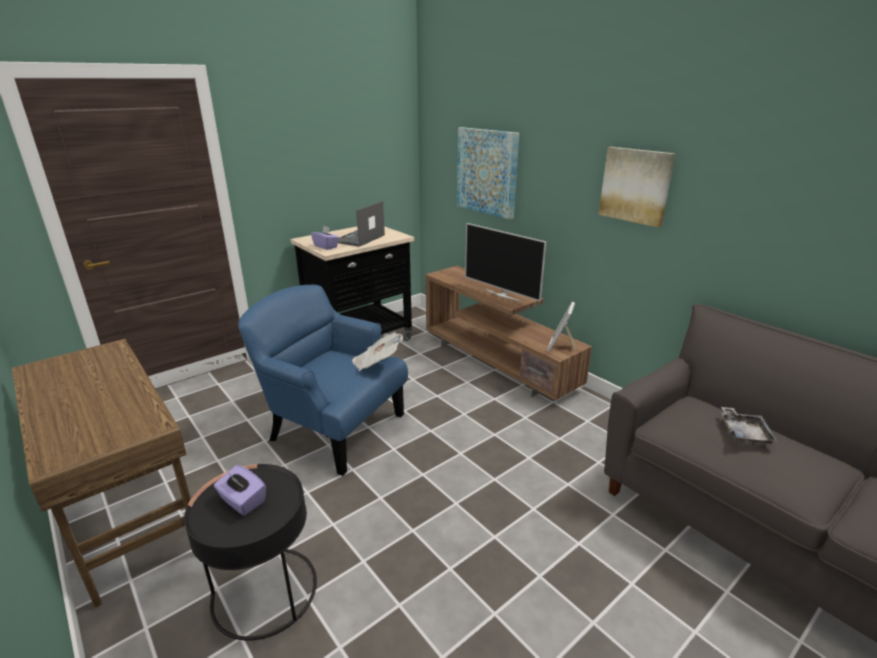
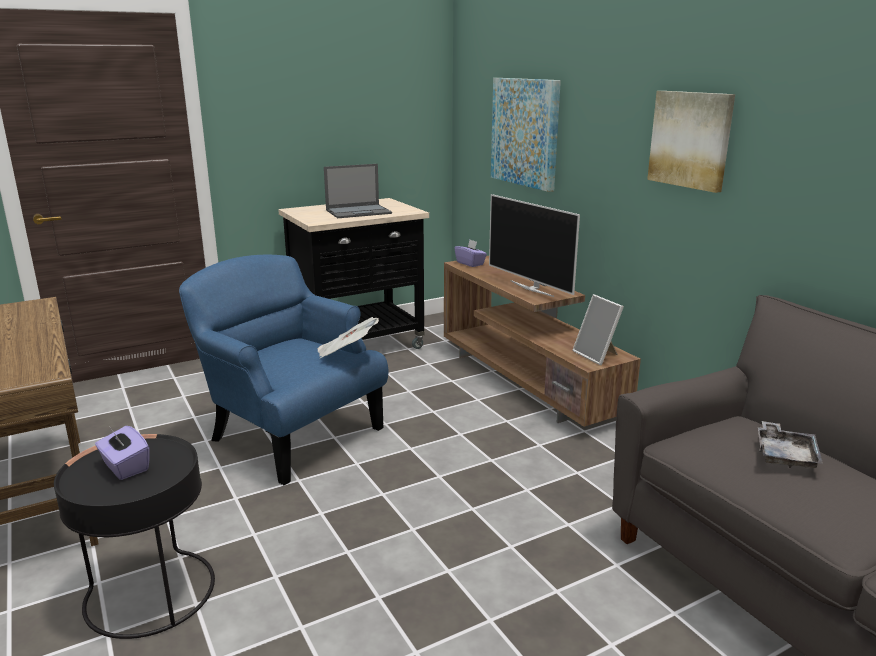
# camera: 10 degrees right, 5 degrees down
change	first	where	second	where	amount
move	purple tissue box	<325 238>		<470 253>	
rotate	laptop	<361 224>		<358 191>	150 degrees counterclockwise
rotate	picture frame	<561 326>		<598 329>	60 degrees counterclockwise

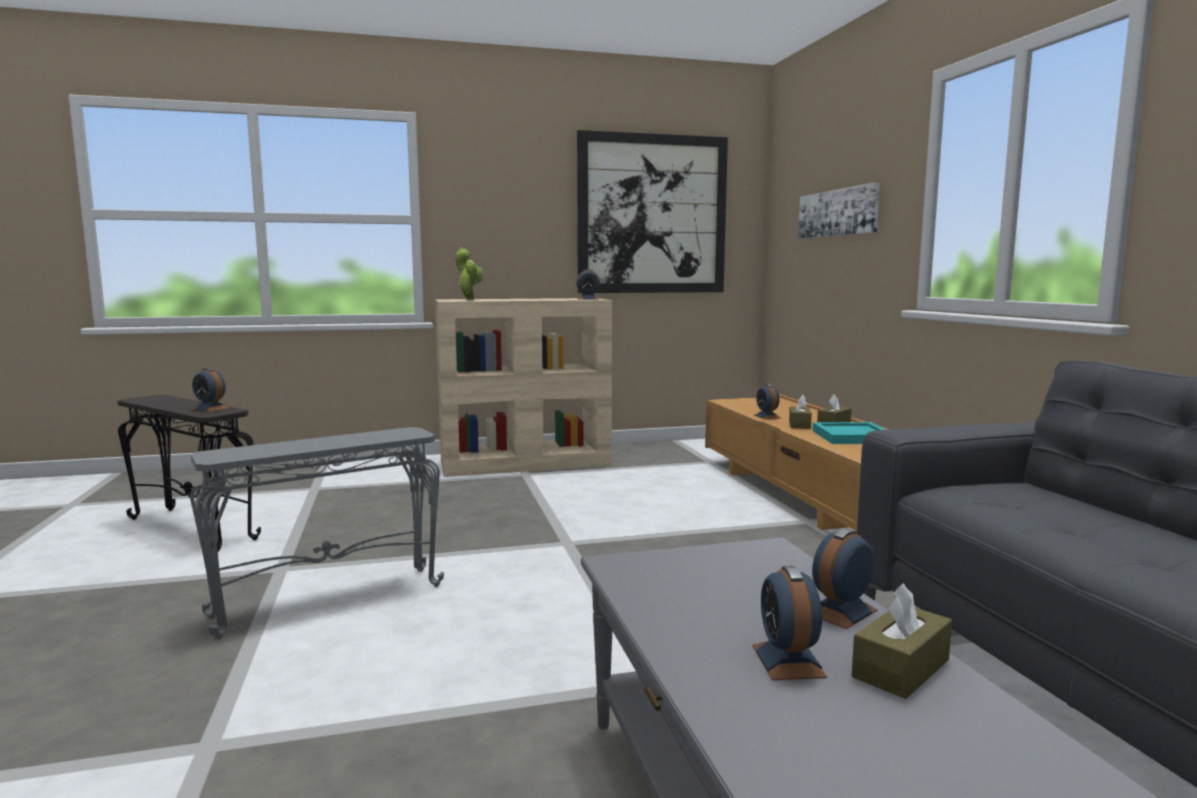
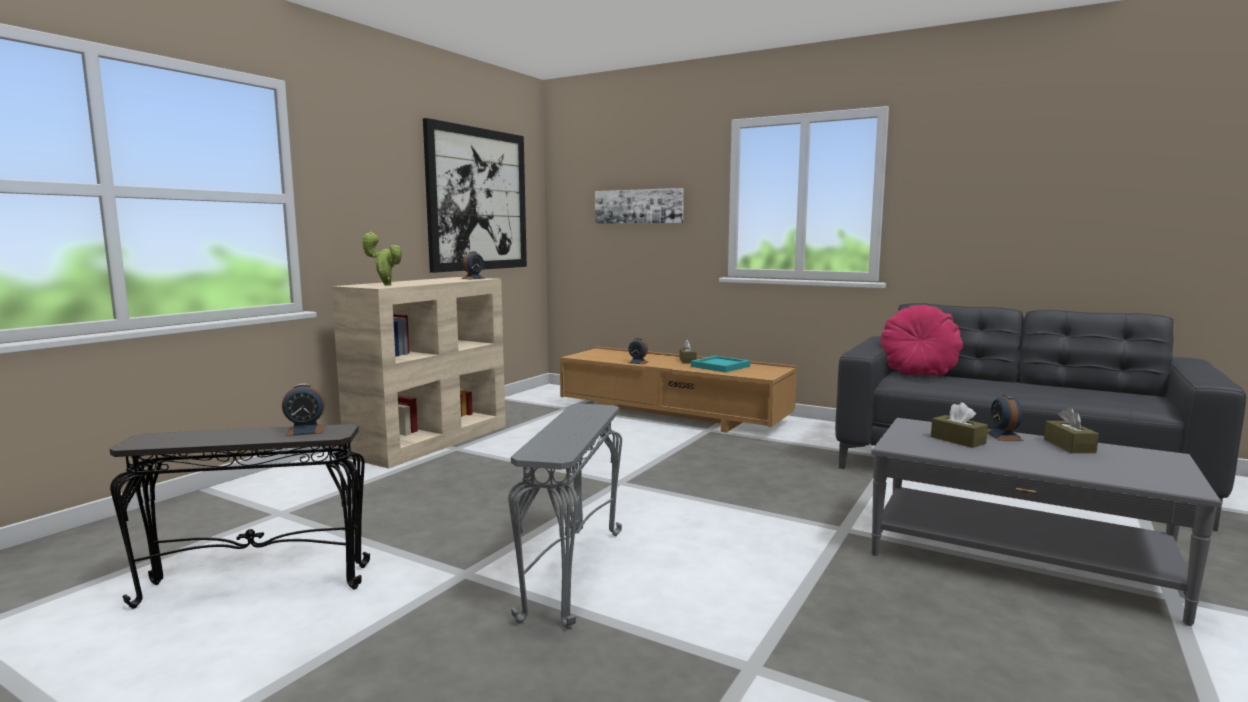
# camera: 45 degrees left, 0 degrees up
change	first	where	second	where	amount
delete	alarm clock	<789 623>			
move	brown tissue box	<800 412>		<959 425>	
insert			pink pillow	<922 340>	

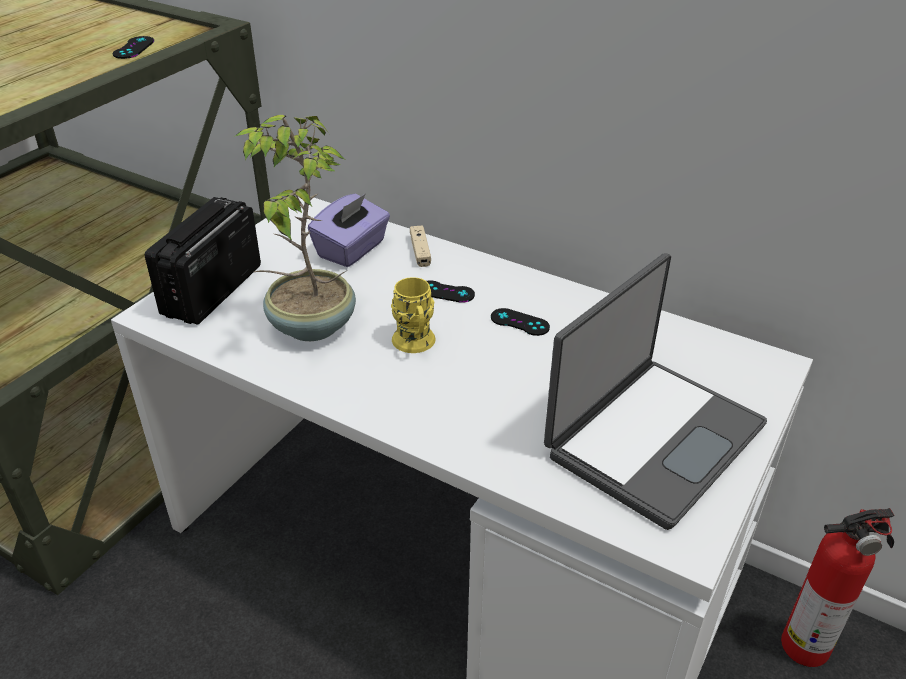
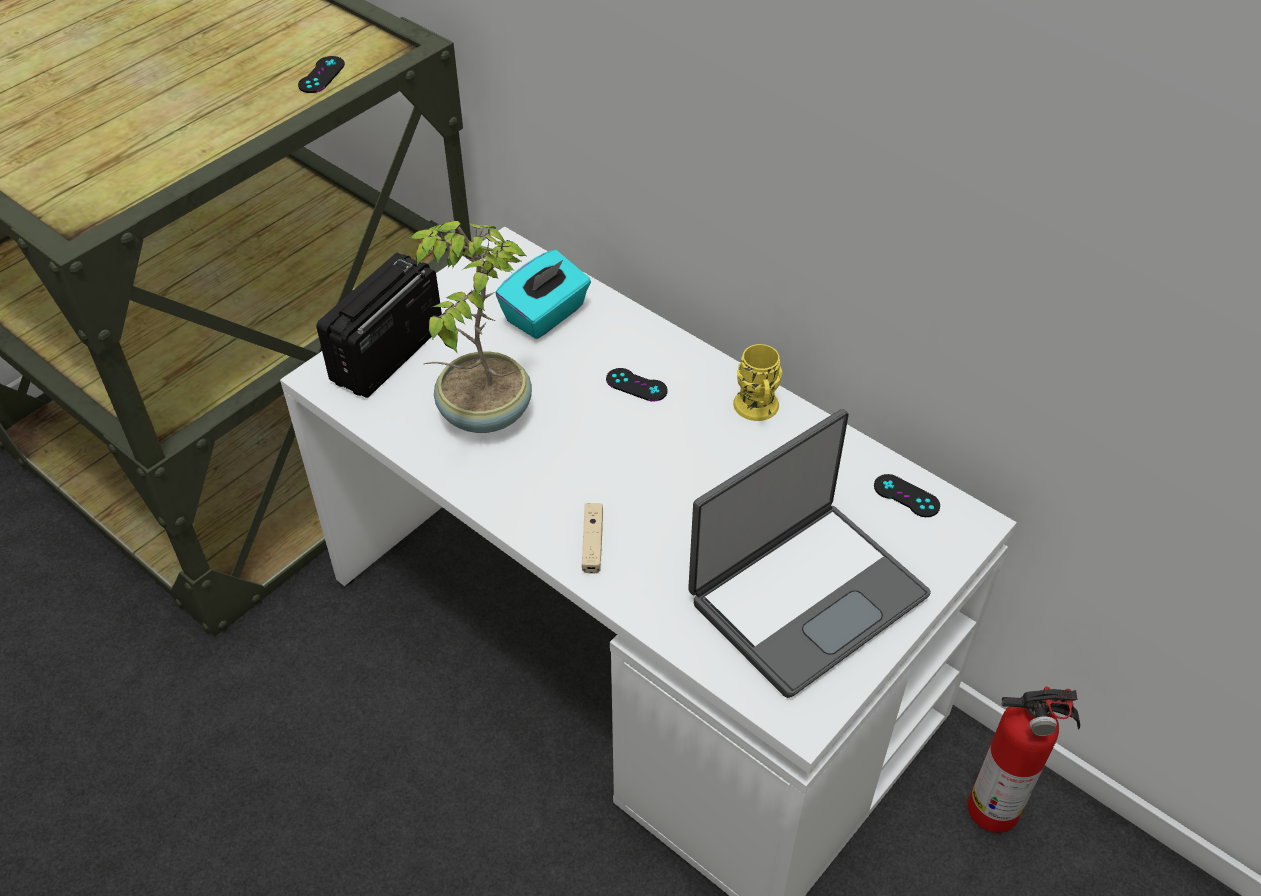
# camera: 10 degrees right, 10 degrees up
change	first	where	second	where	amount
recolor	purple tissue box	<349 230>	turquoise tissue box	<543 294>	
move	yellow mug	<413 315>		<757 382>	
move	beige game controller	<420 246>		<592 538>	
move	black game controller	<520 322>		<907 495>	

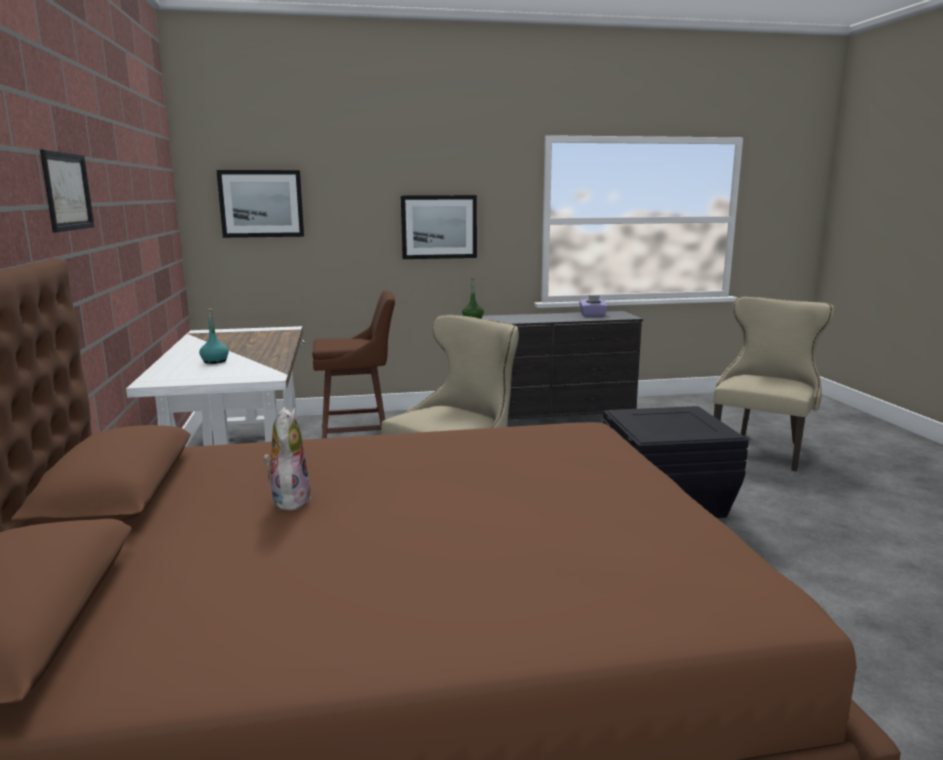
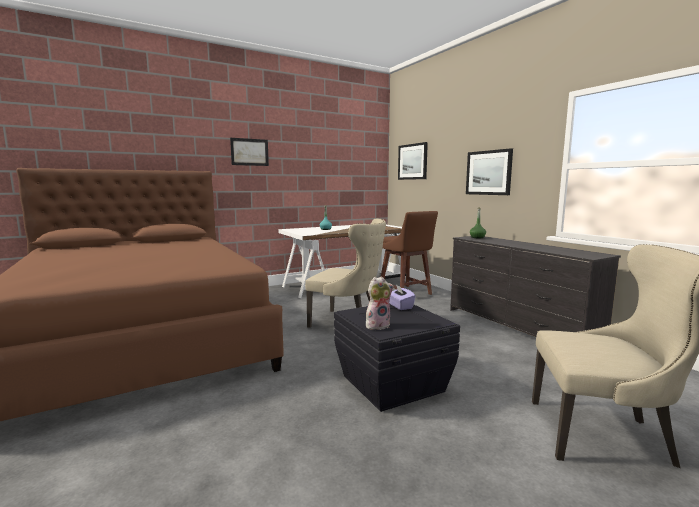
# camera: 70 degrees right, 5 degrees down
change	first	where	second	where	amount
move	plush toy	<287 459>		<380 303>	
move	purple tissue box	<593 305>		<402 297>	

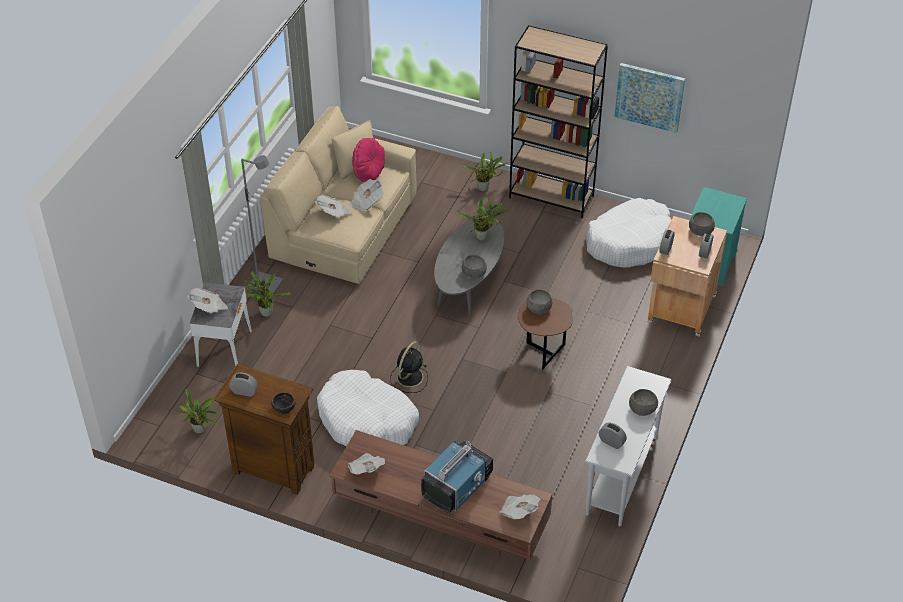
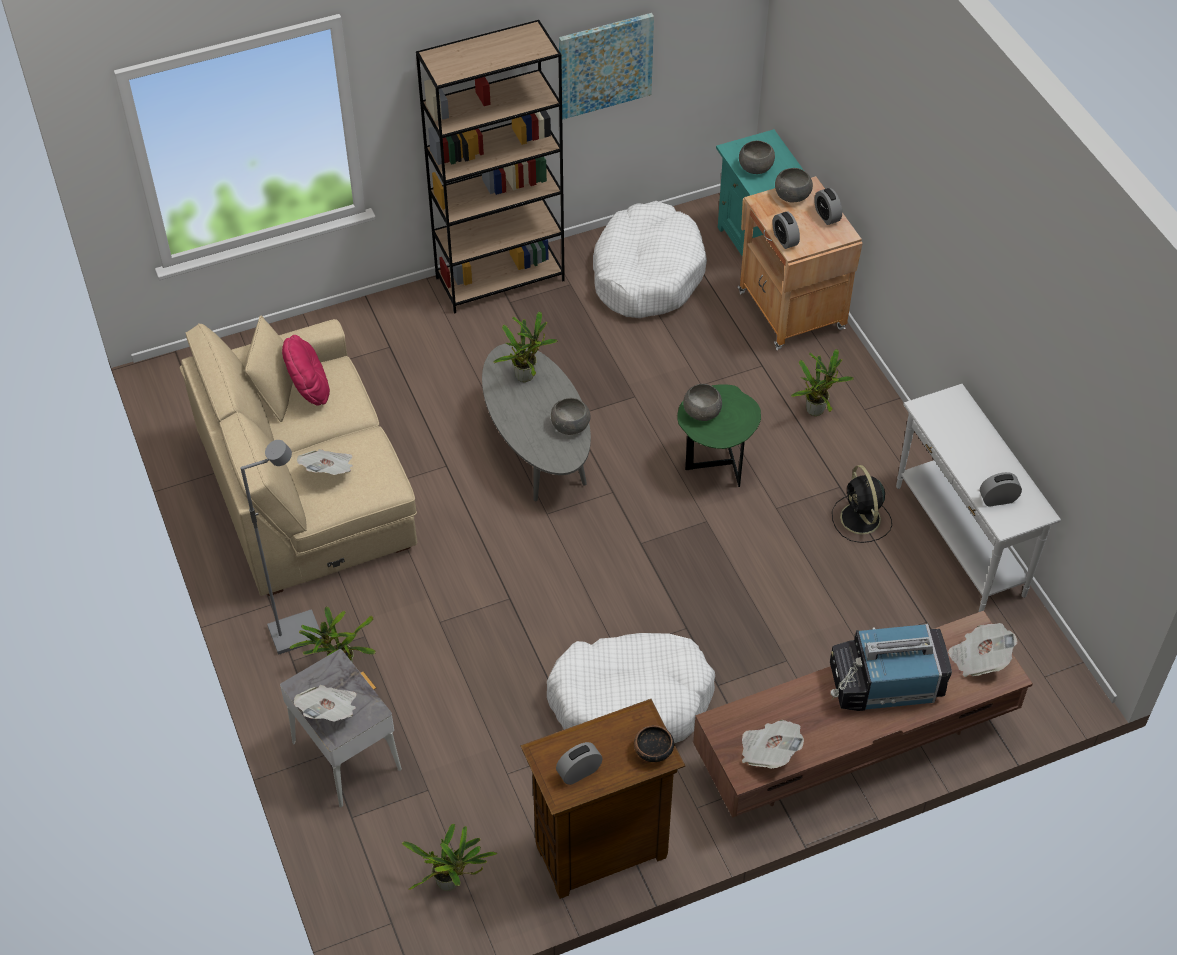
# camera: 45 degrees left, 5 degrees up
change	first	where	second	where	amount
delete	newspaper	<366 195>			
move	black fan	<409 367>		<862 504>	
rotate	television	<457 477>		<891 667>	90 degrees counterclockwise
move	potted plant	<484 171>		<822 382>	
recolor	brown side table	<545 333>	green side table	<719 435>	
move	grey bowl	<643 402>		<757 157>	

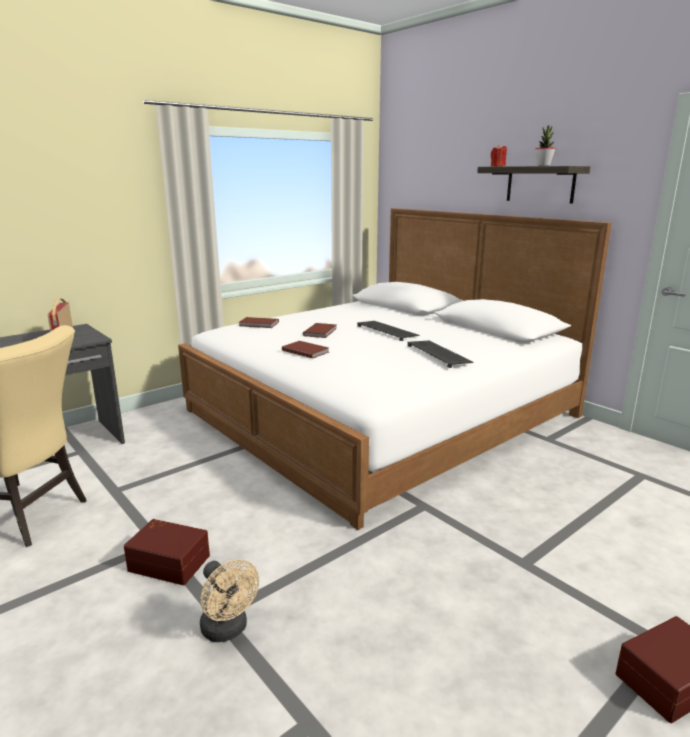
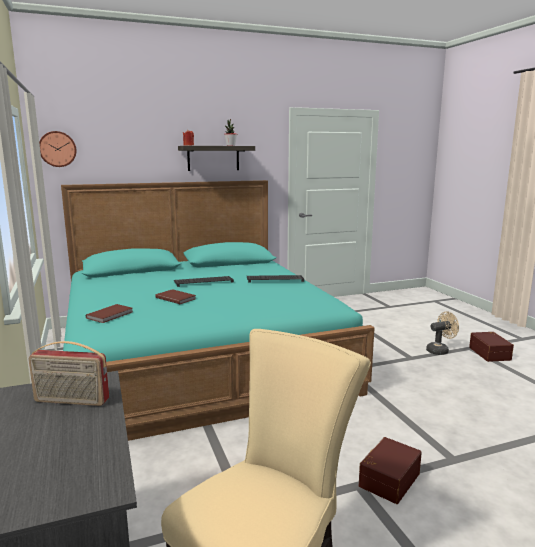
# camera: 70 degrees left, 5 degrees down
change	first	where	second	where	amount
recolor	white bed	<395 369>	turquoise bed	<218 310>	
move	beige fan	<229 601>		<442 333>	
delete	brown book	<305 350>			
insert			wall clock	<57 149>	

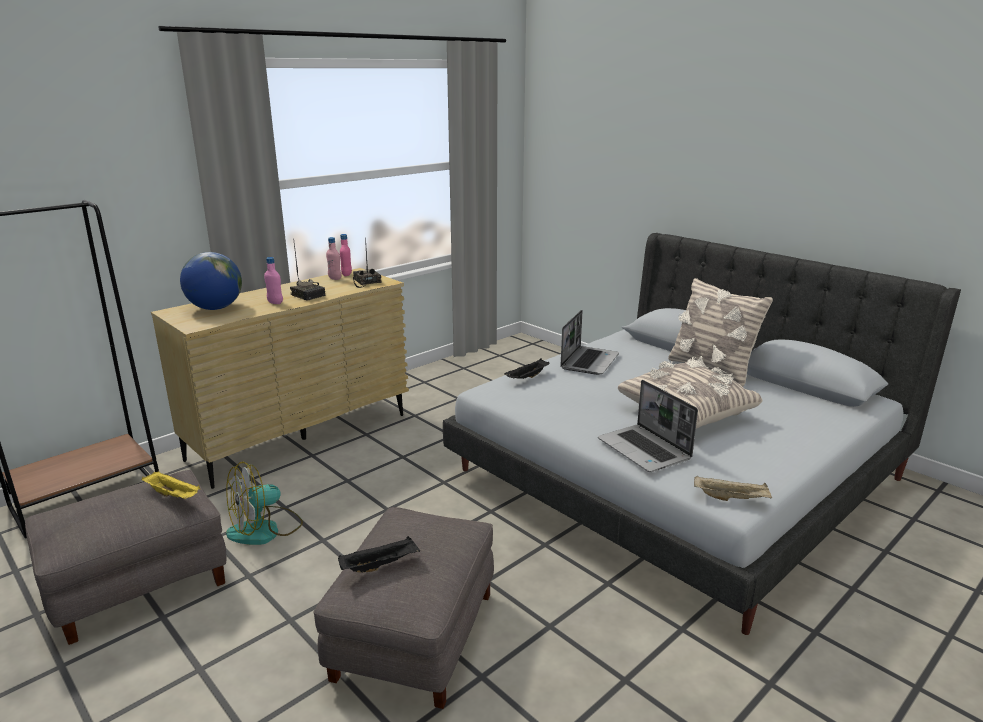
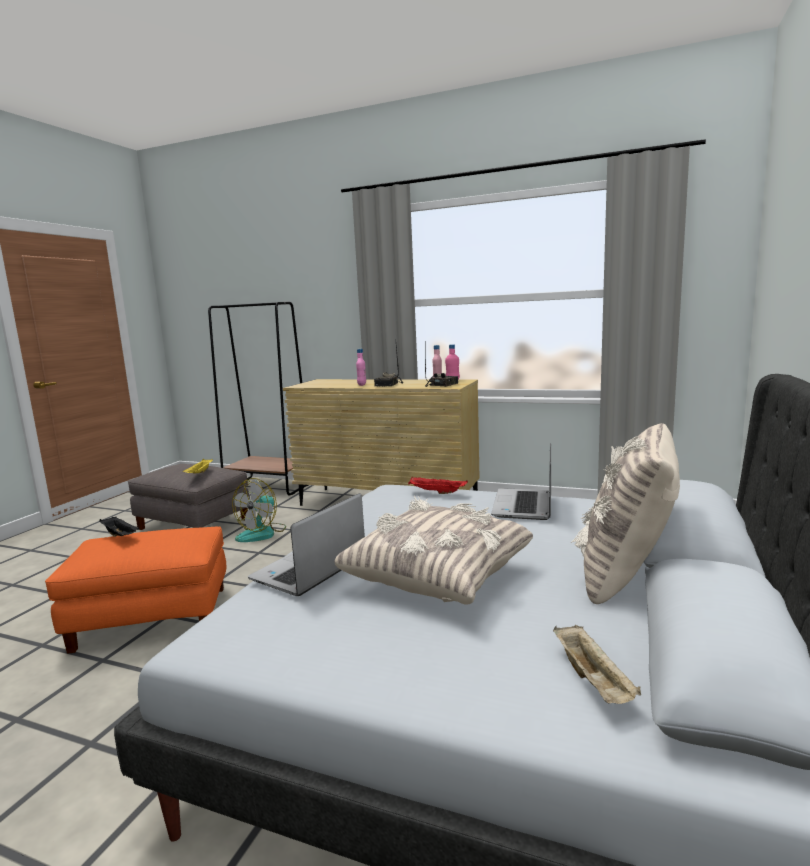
# camera: 65 degrees right, 10 degrees down
change	first	where	second	where	amount
delete	globe	<211 281>			
rotate	fan	<264 503>		<259 510>	90 degrees counterclockwise
recolor	grey ottoman	<403 608>	orange ottoman	<135 590>	
recolor	black tray	<527 369>	red tray	<438 485>	
rotate	laptop	<589 342>		<521 481>	105 degrees clockwise
move	beige tray	<733 488>		<597 664>	

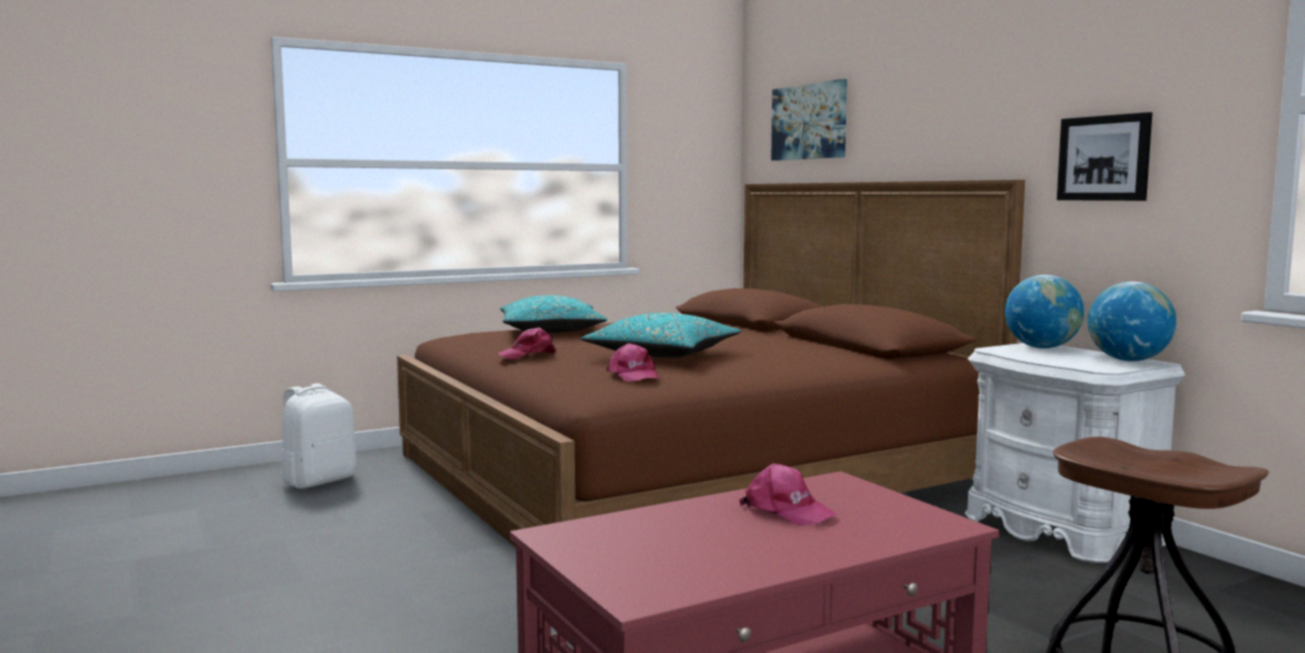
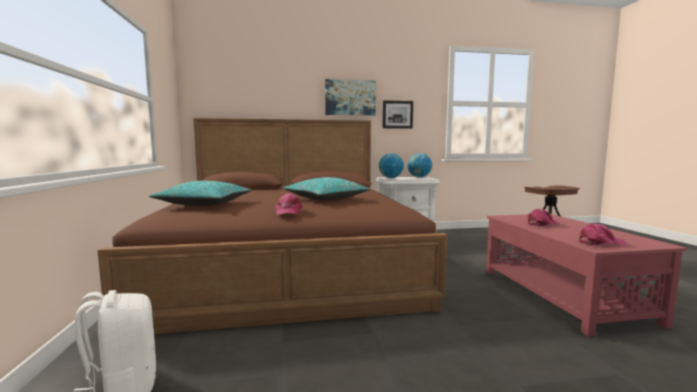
# camera: 70 degrees left, 0 degrees up
change	first	where	second	where	amount
move	pink cap	<633 362>		<603 234>	
move	picture	<809 120>		<350 97>	

